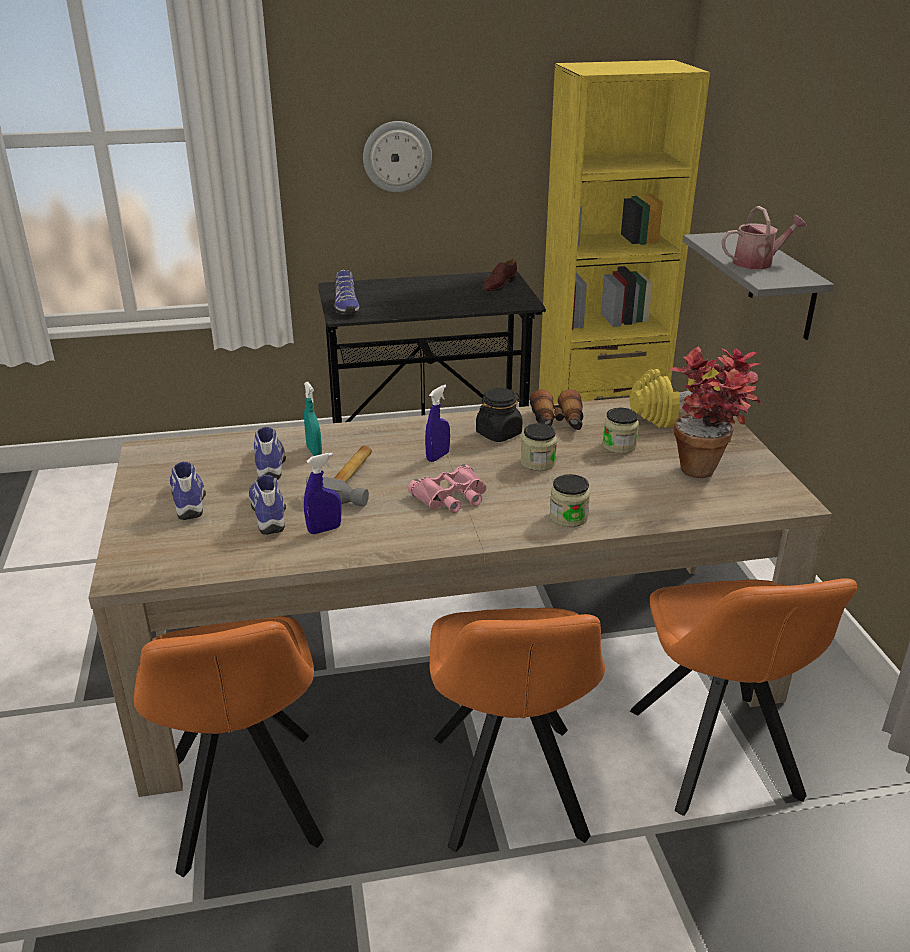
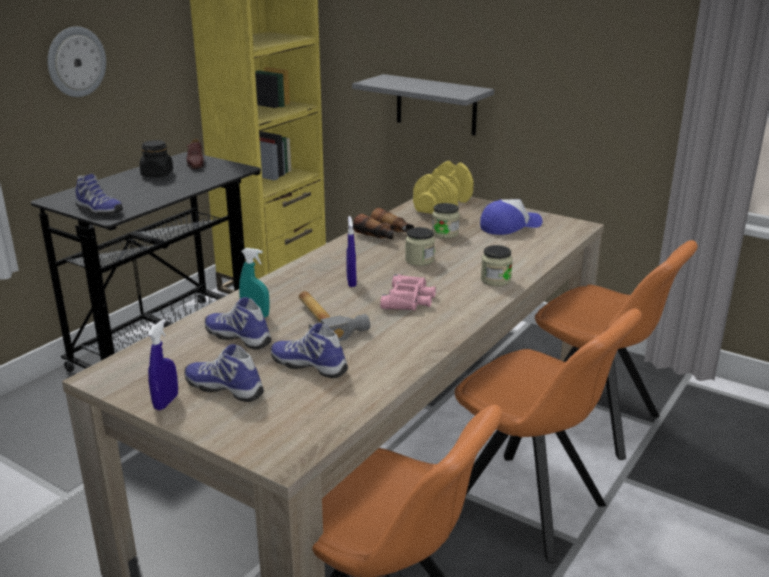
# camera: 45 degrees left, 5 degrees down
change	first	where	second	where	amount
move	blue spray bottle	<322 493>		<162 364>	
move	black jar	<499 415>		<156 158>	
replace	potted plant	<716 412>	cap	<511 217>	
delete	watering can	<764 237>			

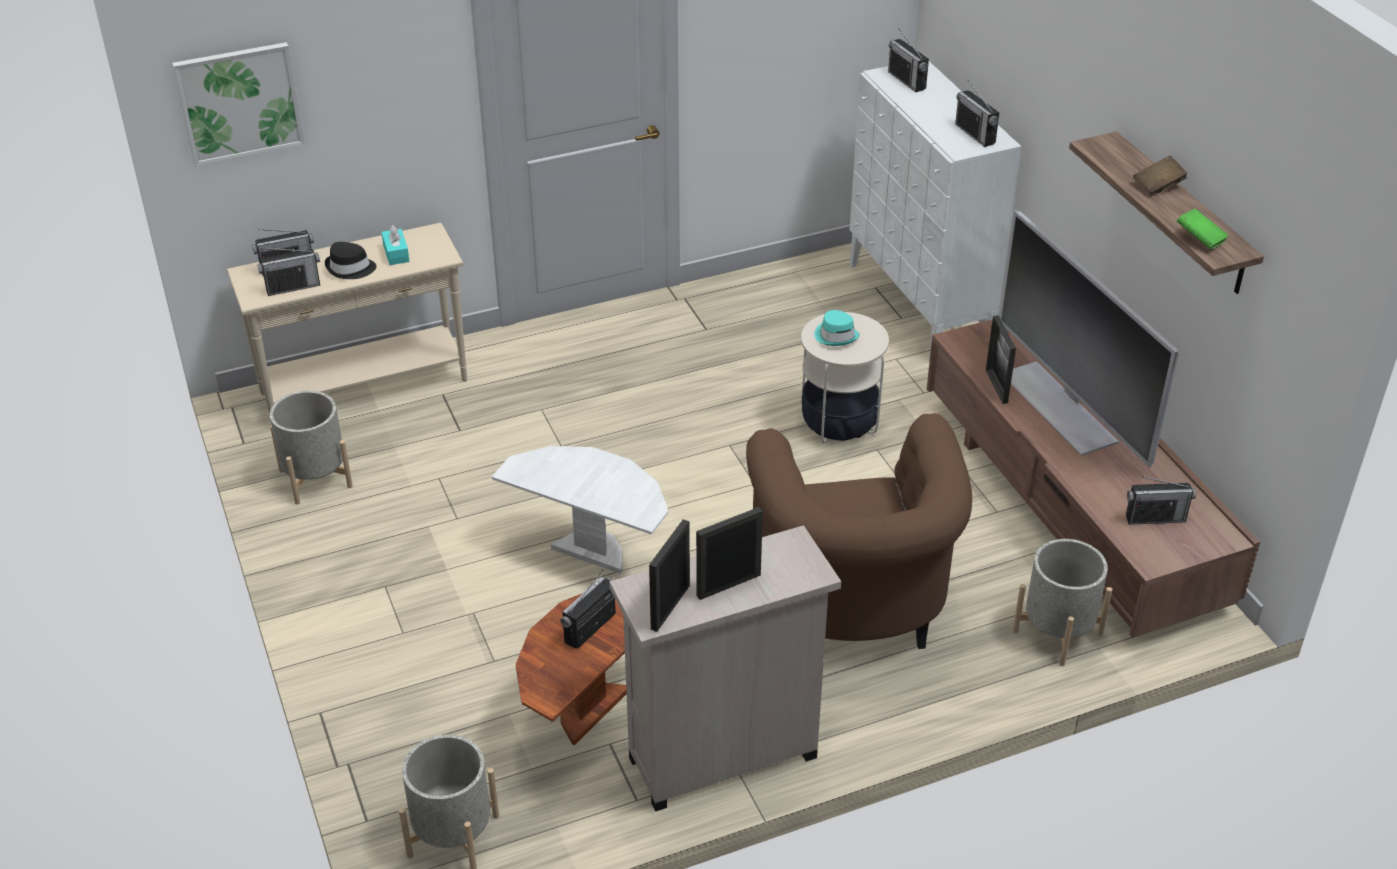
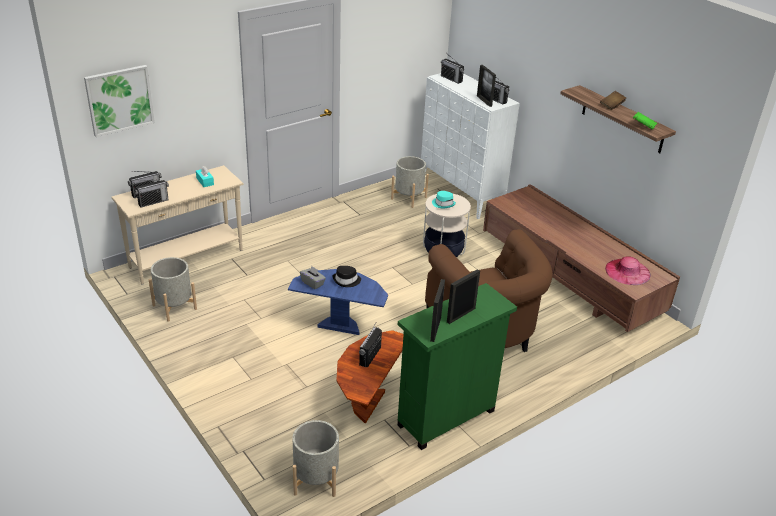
# camera: 15 degrees left, 5 degrees down
change	first	where	second	where	amount
move	black hat	<350 260>		<346 276>	
recolor	white side table	<580 510>	blue side table	<338 302>	
recolor	beige cabinet	<725 668>	green cabinet	<457 366>	
move	picture frame	<1001 359>		<486 86>	
delete	television	<1089 339>			
move	grey planter	<1062 602>		<410 182>	
replace	radio	<1161 500>	pink hat	<628 270>	
insert			grey tissue box	<313 277>	

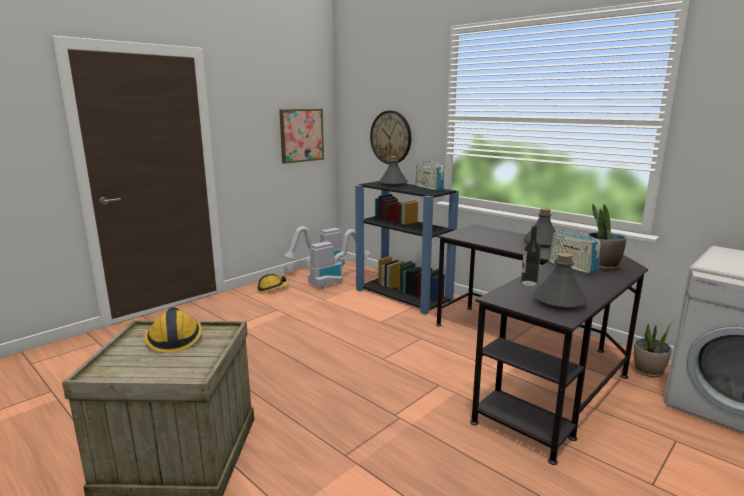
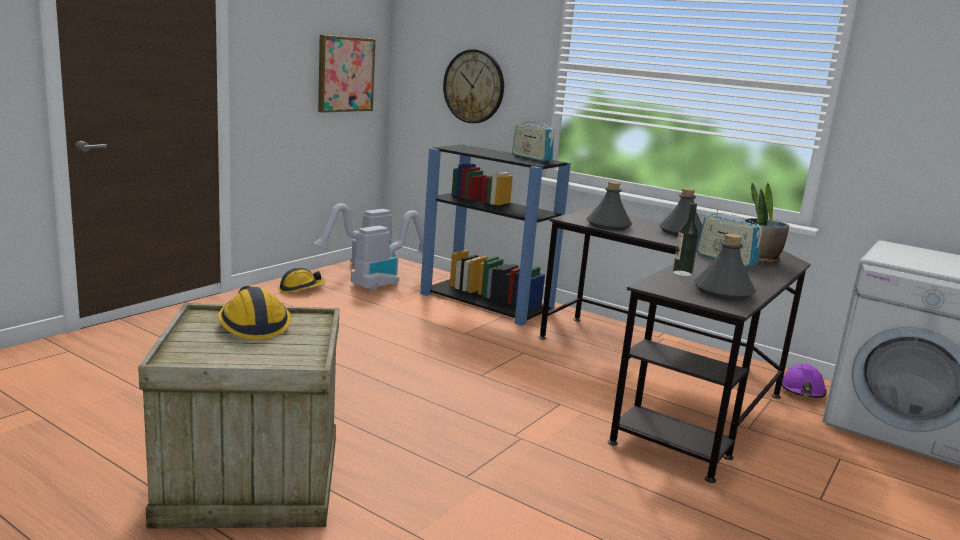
# camera: 10 degrees left, 0 degrees up
change	first	where	second	where	amount
move	grey bottle	<393 171>		<609 206>	
replace	potted plant	<653 349>	purple hard hat	<804 381>	

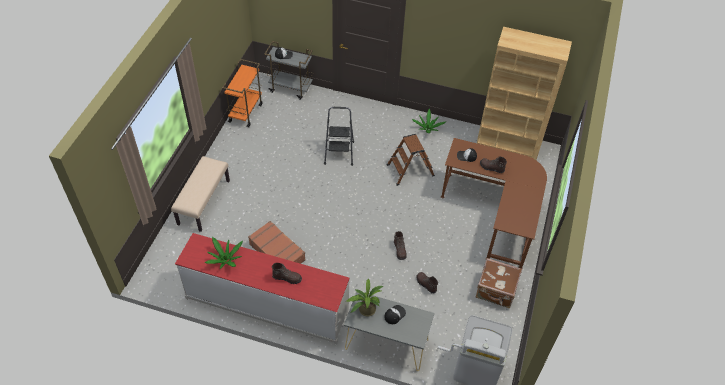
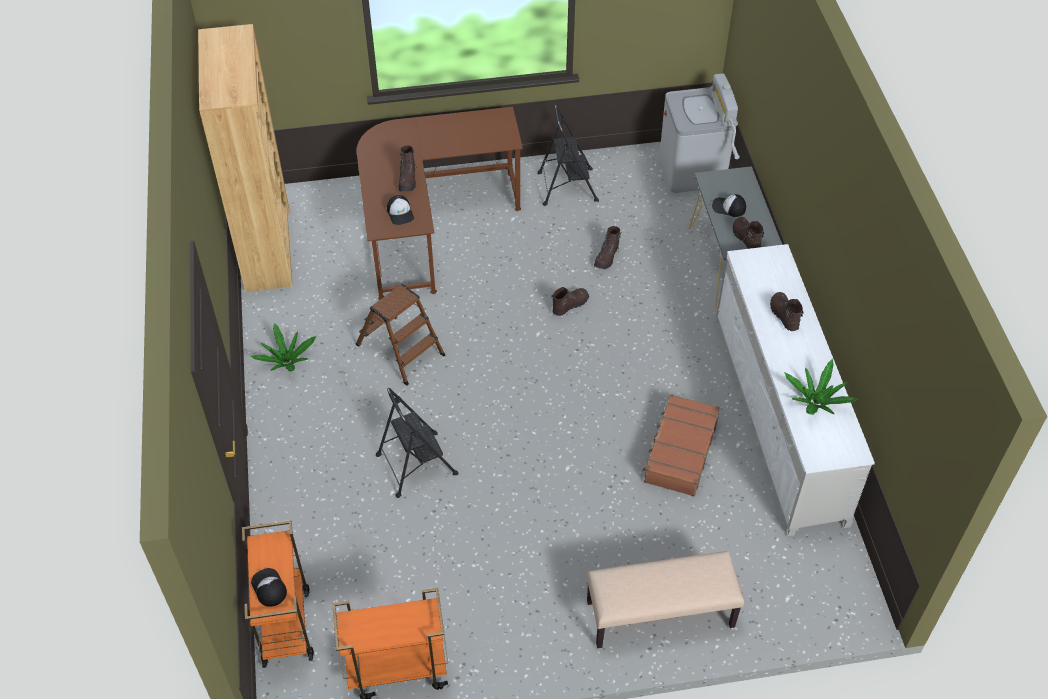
# camera: 115 degrees left, 0 degrees up
change	first	where	second	where	amount
recolor	red cabinet	<262 289>	white cabinet	<795 390>	
recolor	grey cart	<288 70>	orange cart	<278 594>	
replace	potted plant	<365 297>	brown boot	<748 233>	
replace	brown suitcase	<499 283>	black step ladder	<568 155>	

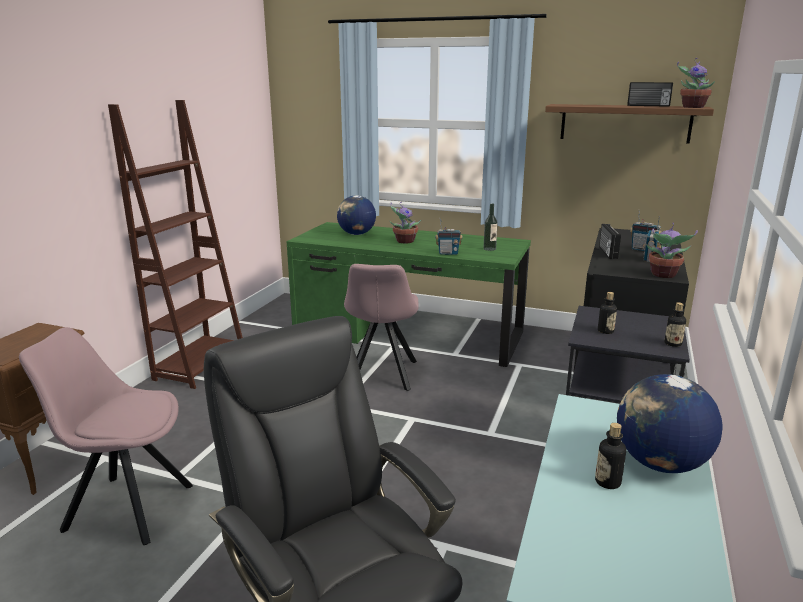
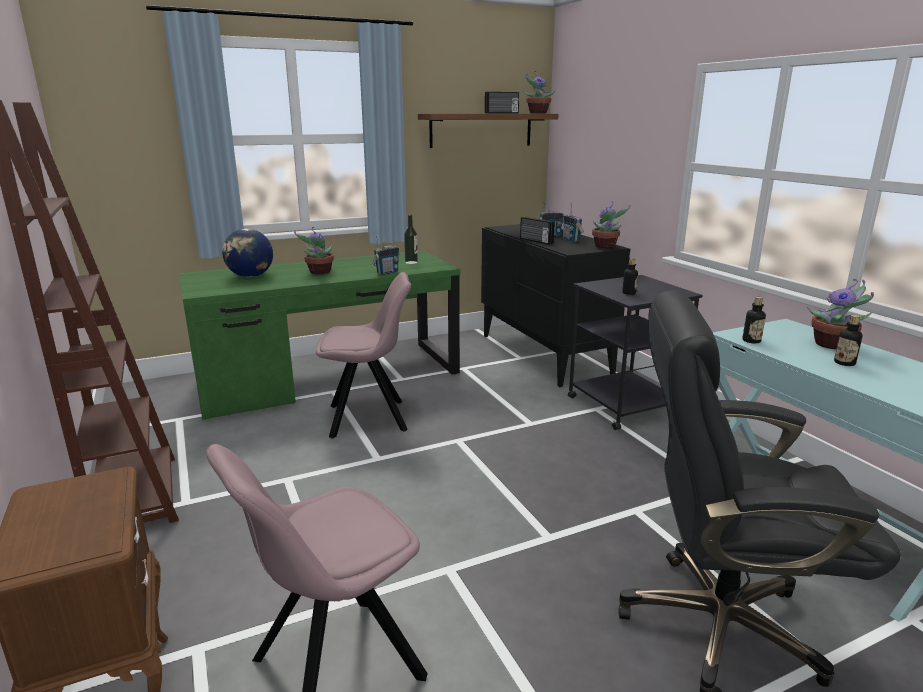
# camera: 45 degrees left, 0 degrees up
change	first	where	second	where	amount
rotate	pink chair	<381 327>		<363 355>	60 degrees counterclockwise
replace	globe	<669 423>	potted plant	<840 314>	
move	bottle	<675 324>		<754 320>	

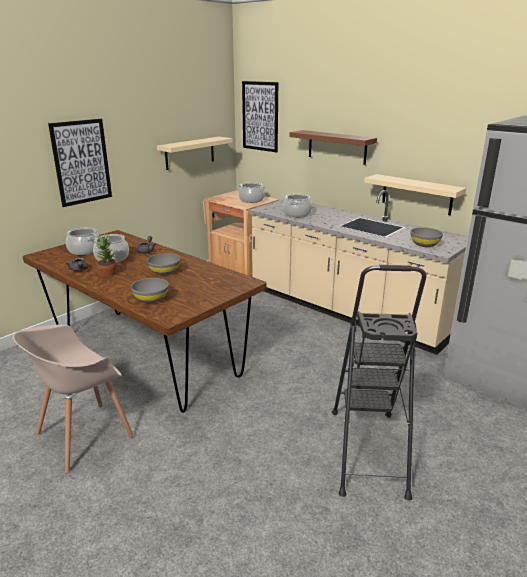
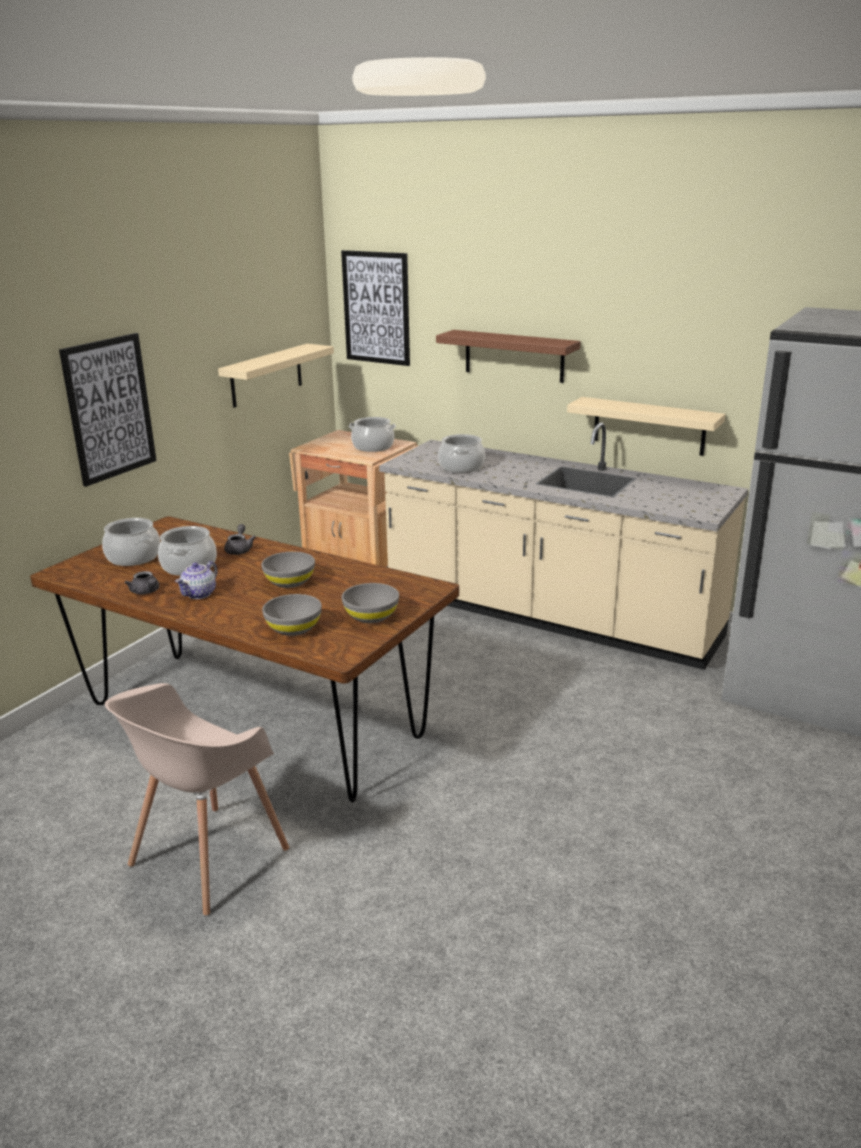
# camera: 10 degrees left, 0 degrees up
change	first	where	second	where	amount
replace	potted plant	<107 255>	teapot	<196 580>	
delete	step ladder	<379 382>			
move	grey bowl	<426 237>		<370 603>	

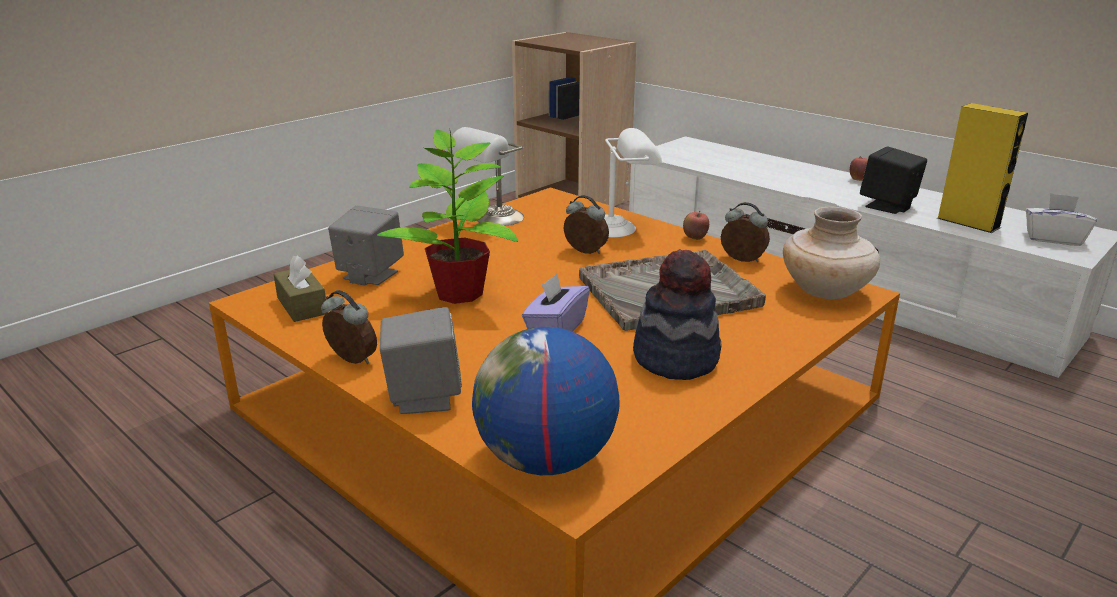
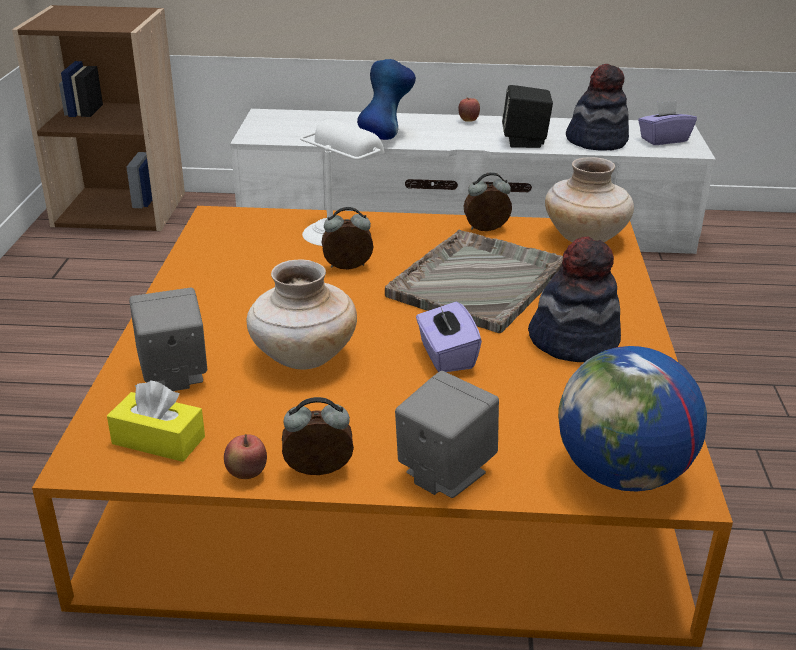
# camera: 40 degrees left, 5 degrees up
change	first	where	second	where	amount
recolor	brown tissue box	<301 288>	yellow tissue box	<156 421>	
replace	potted plant	<447 217>	beige vase	<302 314>	
delete	white table lamp	<486 176>			
move	apple	<696 225>		<245 456>	
replace	yellow speaker	<982 168>	hat	<597 107>	
recolor	white tissue box	<1061 219>	purple tissue box	<667 122>	
insert			blue vase	<386 99>	

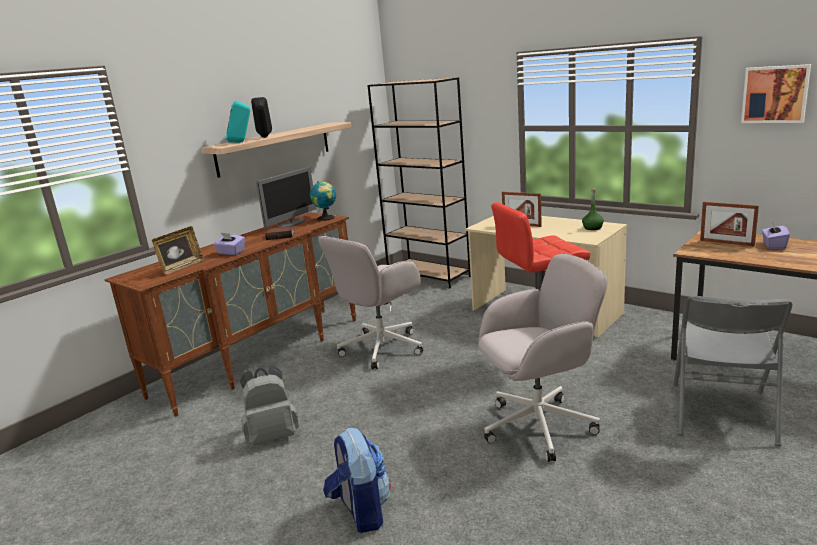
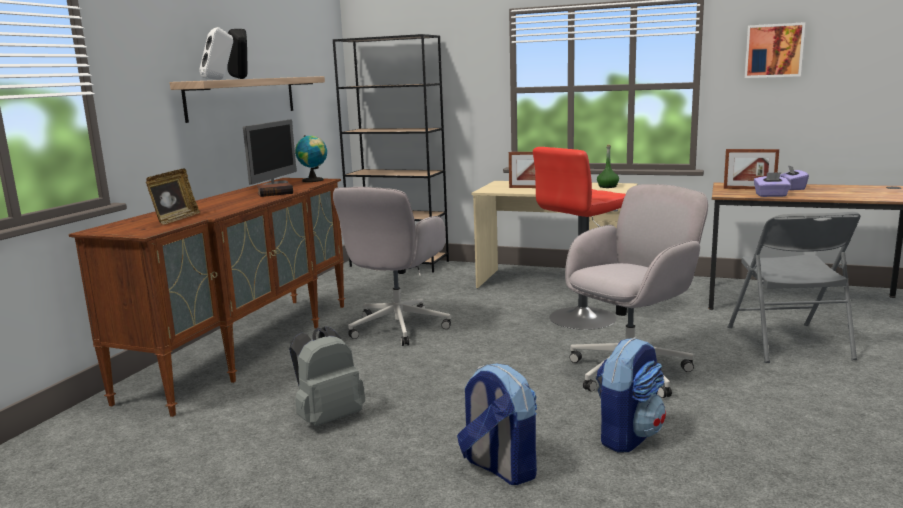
# camera: 20 degrees left, 5 degrees down
change	first	where	second	where	amount
move	purple tissue box	<229 244>		<772 184>	
recolor	turquoise speaker	<237 121>	white speaker	<216 53>	
insert			backpack	<631 394>	

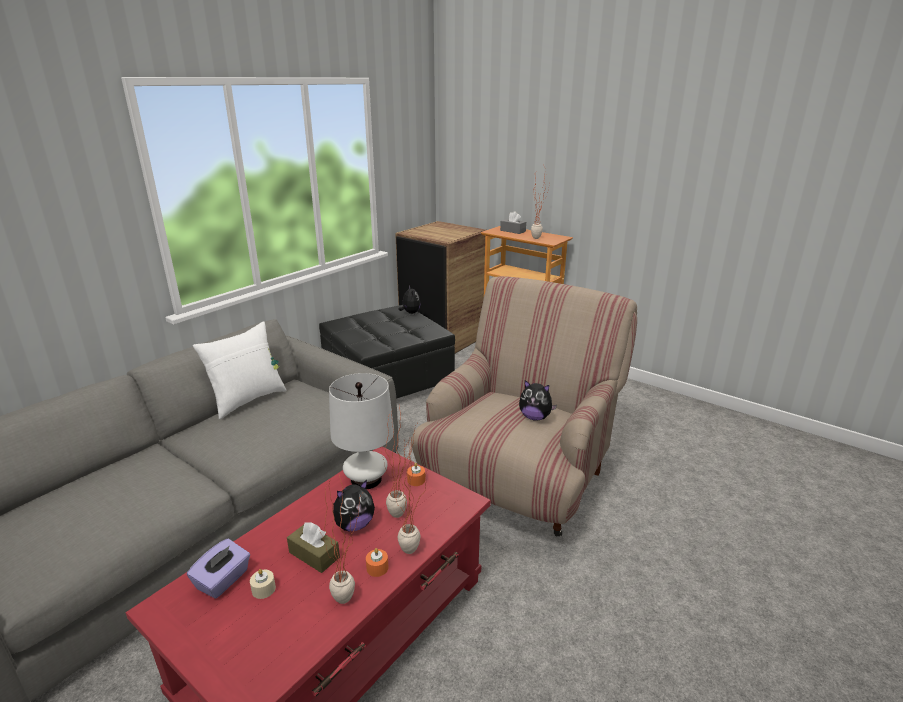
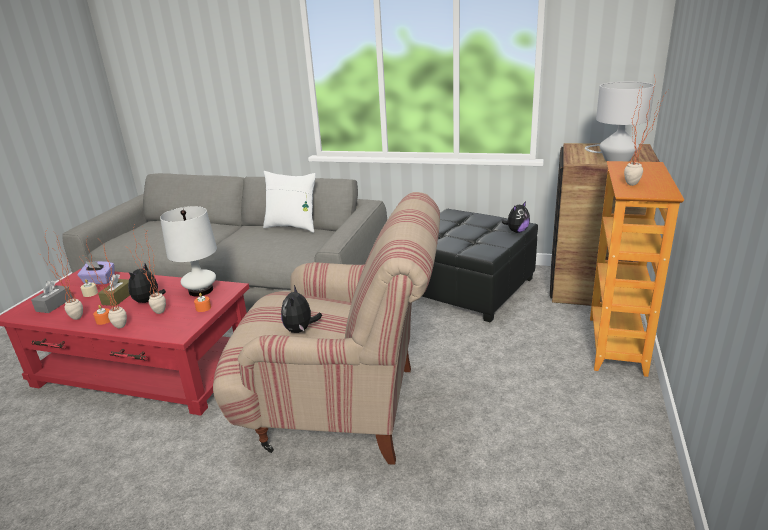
# camera: 70 degrees right, 0 degrees up
change	first	where	second	where	amount
rotate	plush toy	<354 505>		<147 283>	75 degrees clockwise
move	grey tissue box	<513 222>		<52 297>	
insert			grey table lamp	<620 121>	

